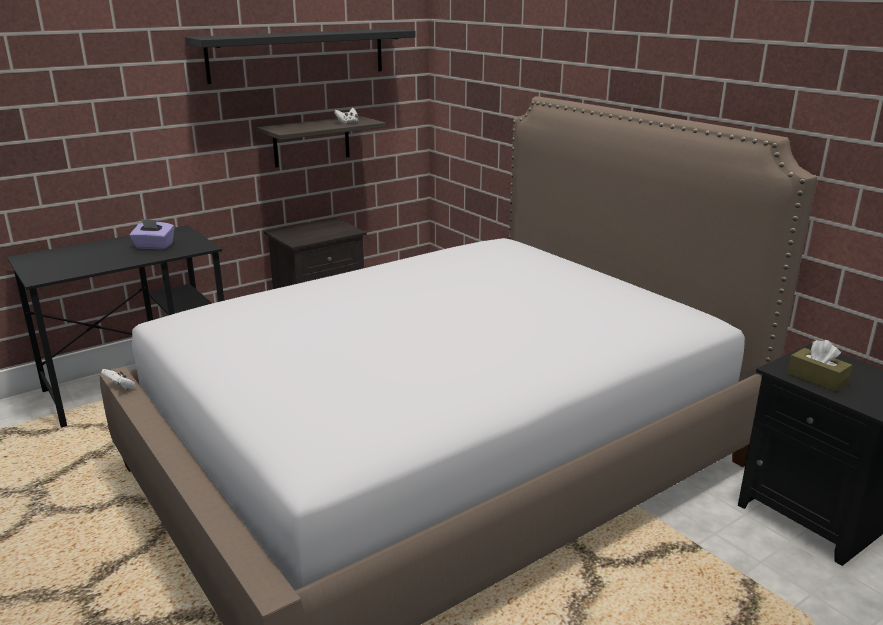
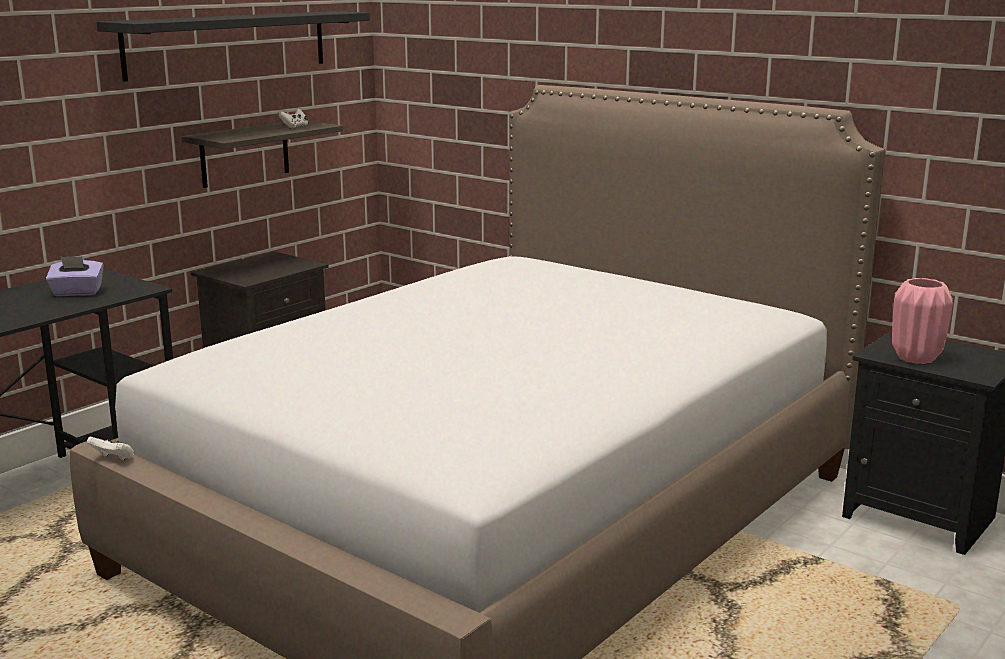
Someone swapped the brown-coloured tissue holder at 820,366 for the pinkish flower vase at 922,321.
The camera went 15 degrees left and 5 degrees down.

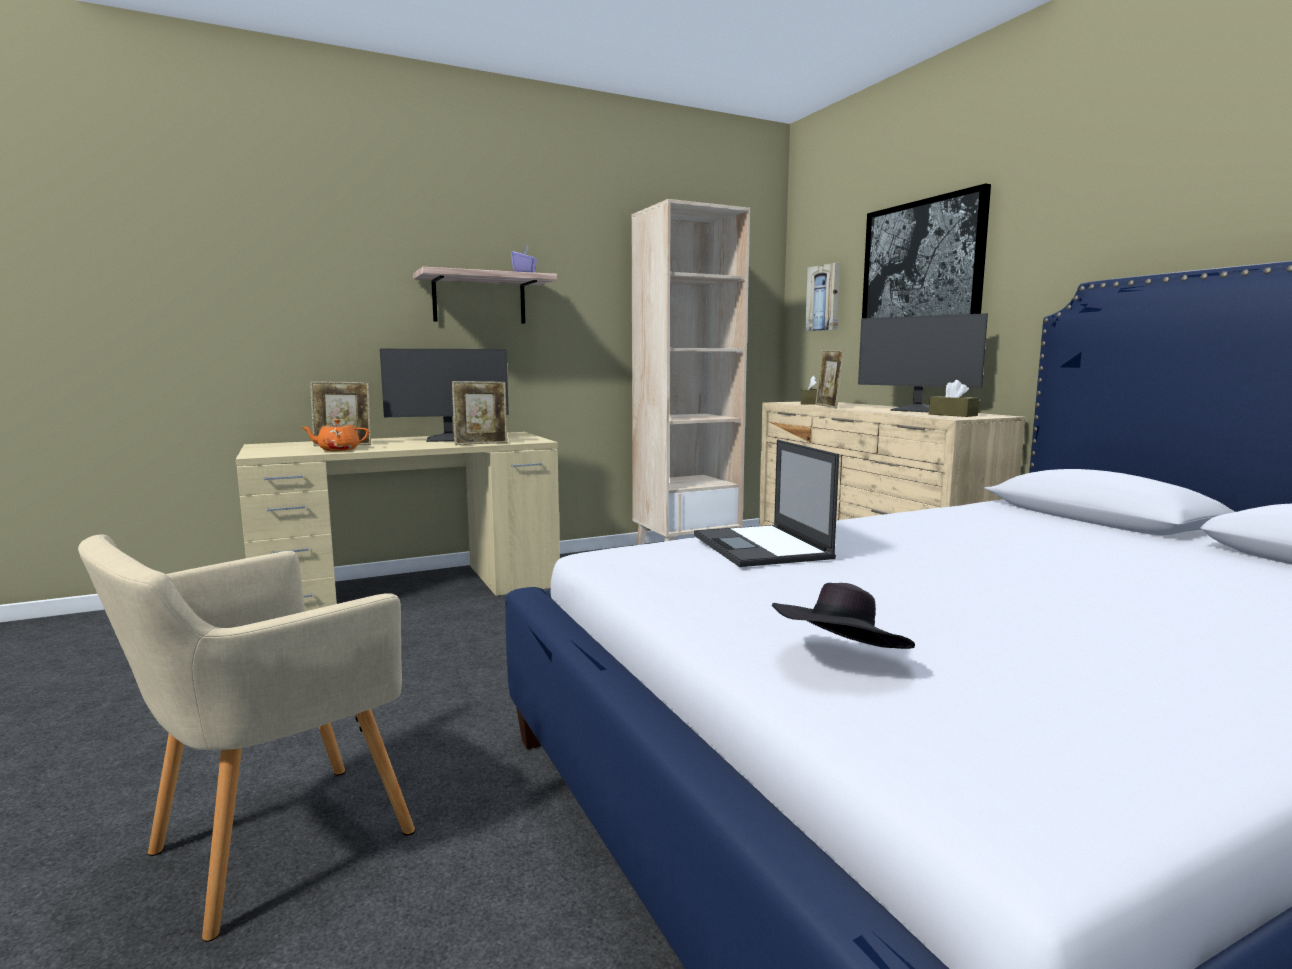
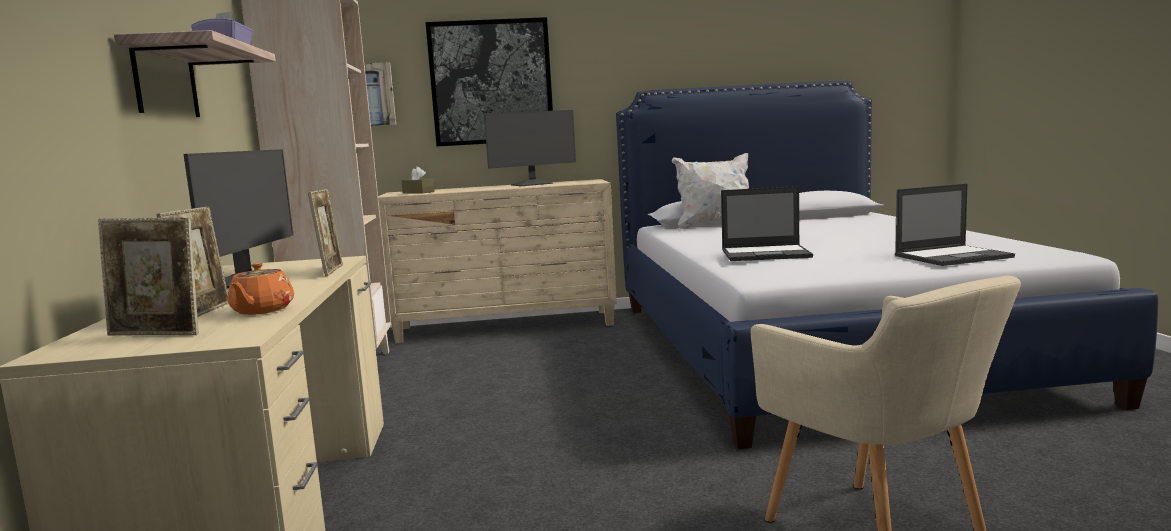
Someone carried the picture frame from 830,379 to 148,276.
Someone took away the brown-coloured tissue holder at 954,398.
Someone swapped the black clothing hat at 843,616 for the notebook computer at 955,225.
Someone put down the white cushion at 710,191.
The camera went 70 degrees left and 0 degrees up.

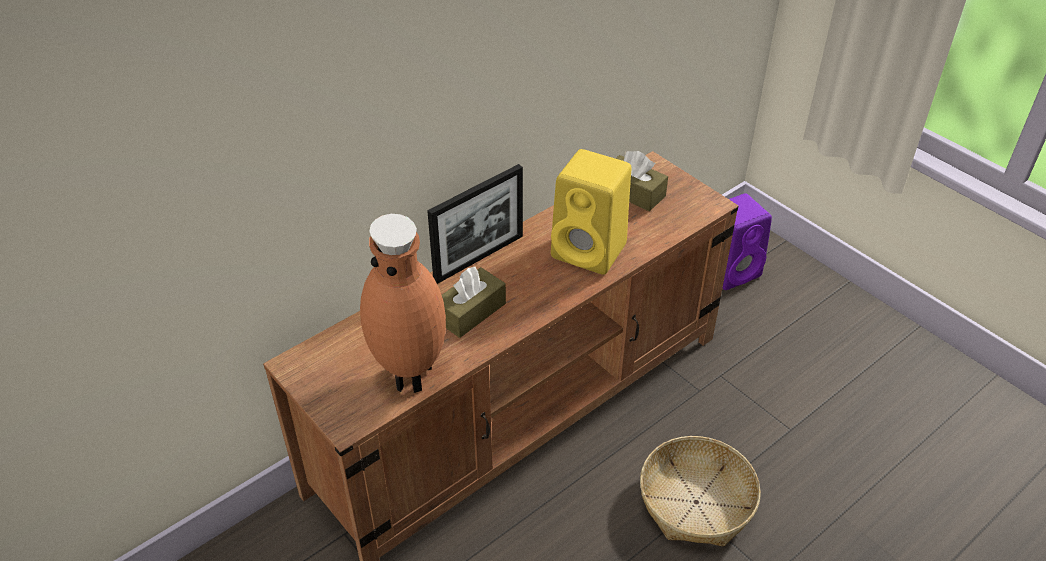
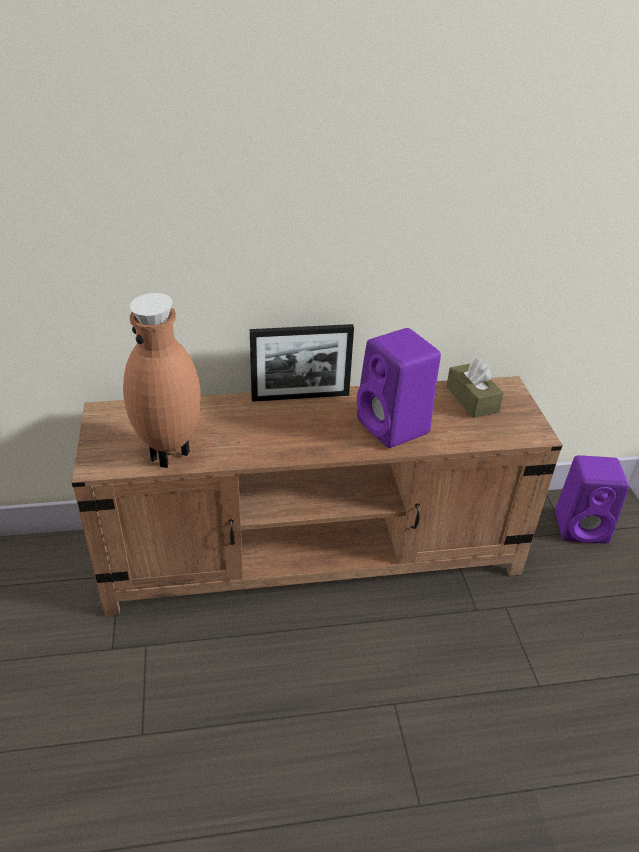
Someone repainted the yellow loudspeaker at 591,212, which became the purple loudspeaker at 399,388.
Someone took away the brown-coloured tissue holder at 474,302.
Someone took away the basket at 700,491.
The camera went 30 degrees right and 5 degrees down.

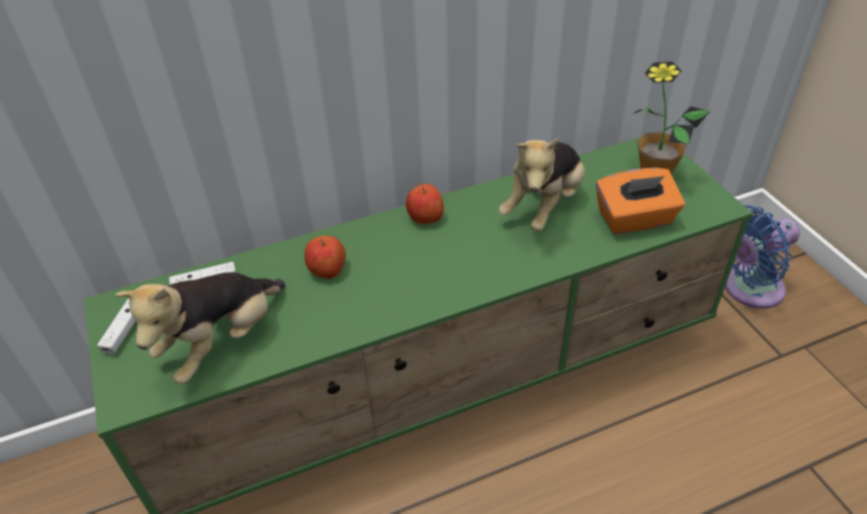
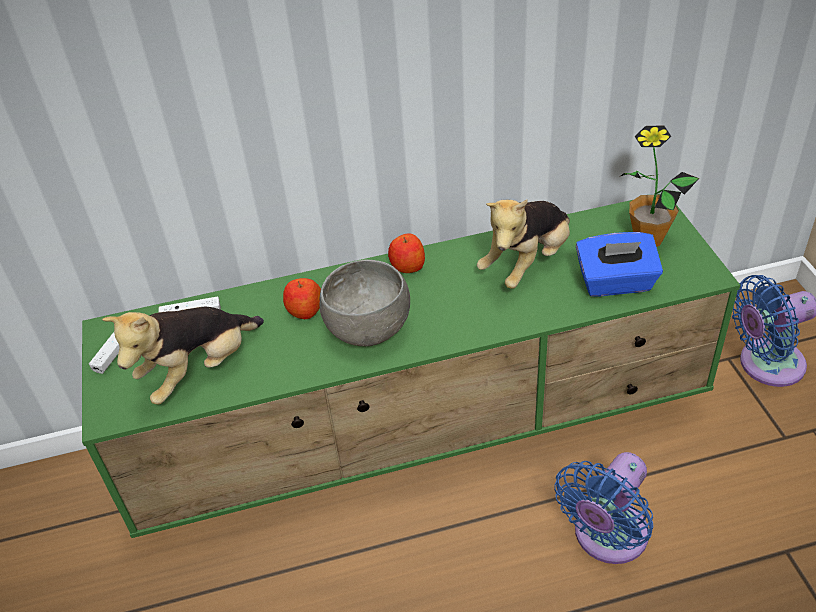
Someone repainted the orange-coloured tissue holder at 640,201, which became the blue-coloured tissue holder at 619,264.
Someone put down the greyish bowl at 364,303.
Someone put down the blue-coloured cooling fan at 603,508.
The camera went 10 degrees right and 0 degrees up.

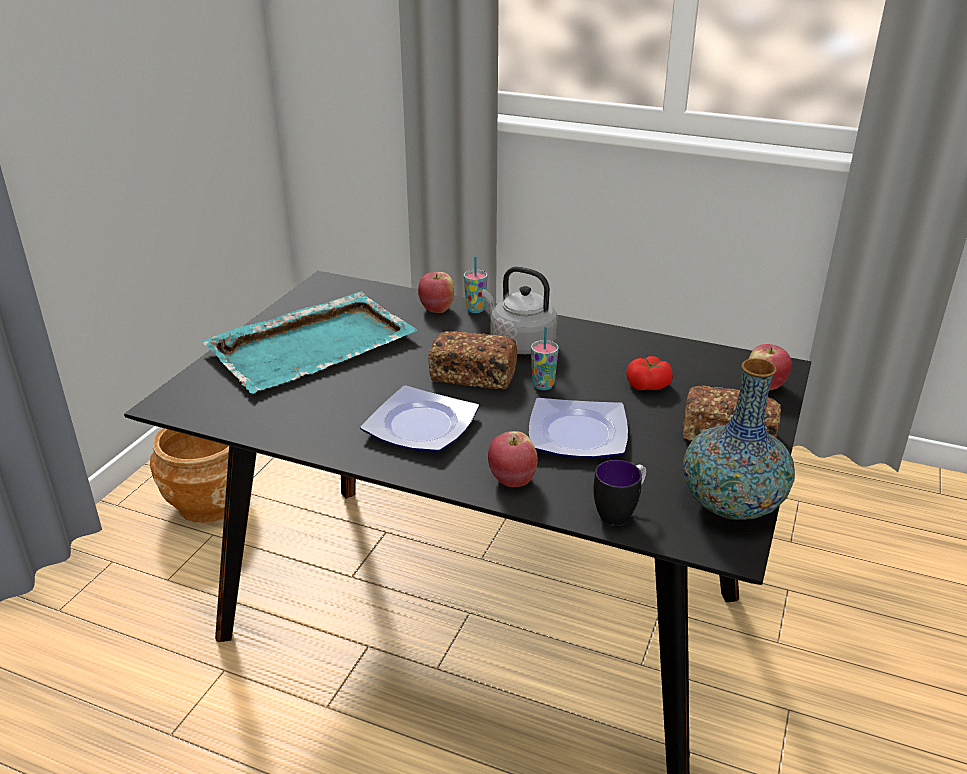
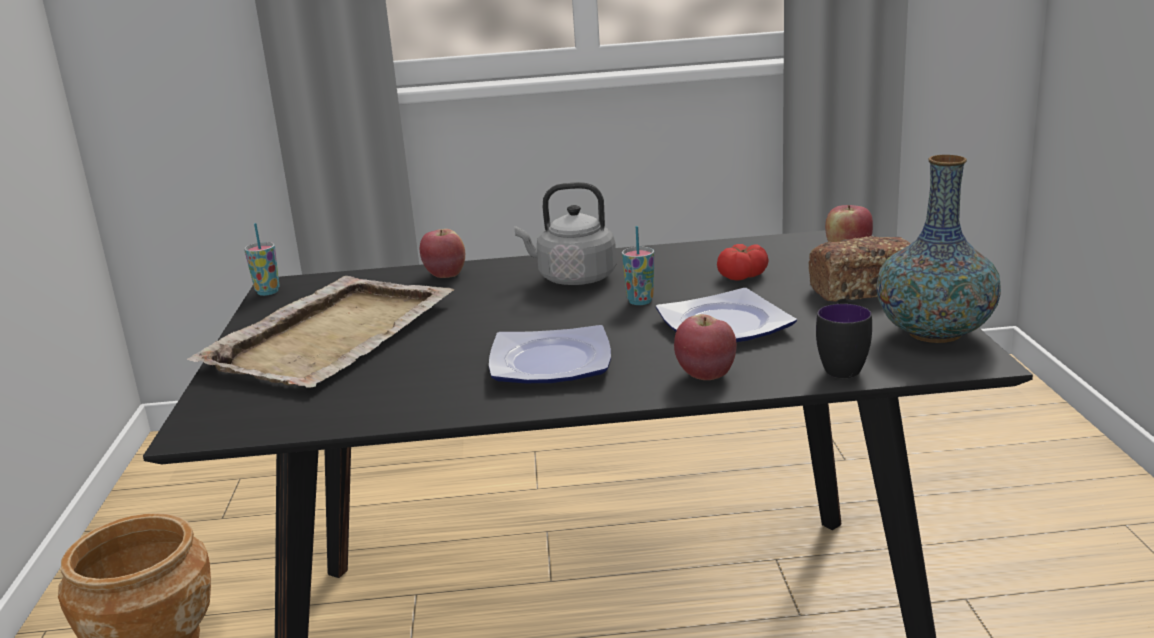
Someone carried the cup from 476,284 to 262,259.
Someone repainted the turquoise-coloured serving tray at 310,342, which became the beige-coloured serving tray at 321,332.
Someone took away the bread at 472,360.
The camera went 25 degrees left and 10 degrees down.

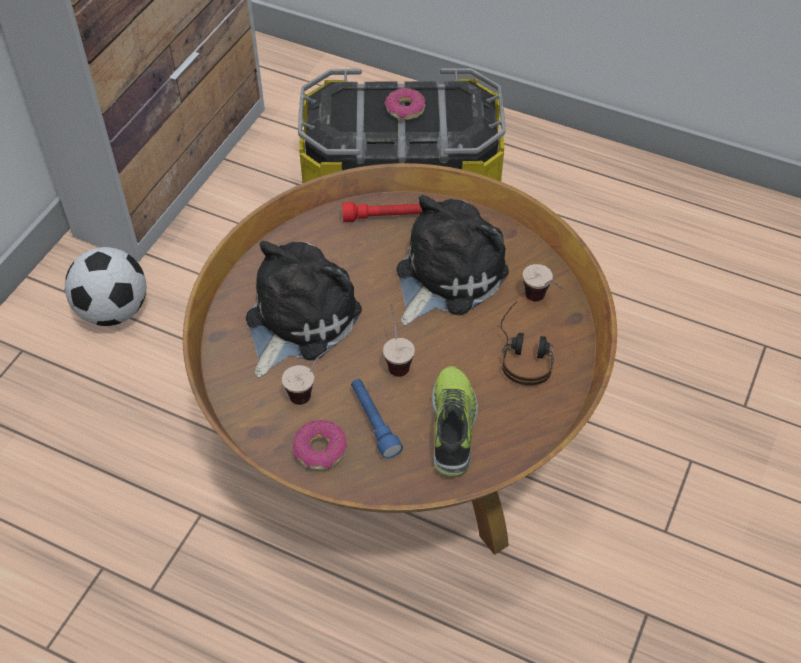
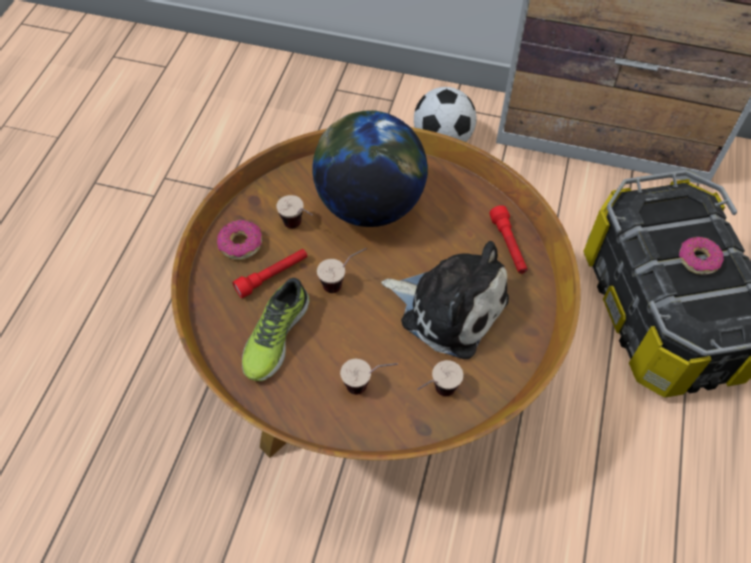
Someone swapped the soft toy at 304,309 for the world globe at 370,168.
Someone swapped the pair of headphones at 527,343 for the cup at 369,377.
Someone rotated the low shoe at 455,421 by 120 degrees clockwise.
Someone repainted the blue-coloured torch at 377,419, which became the red torch at 270,273.
The camera went 80 degrees right and 5 degrees up.

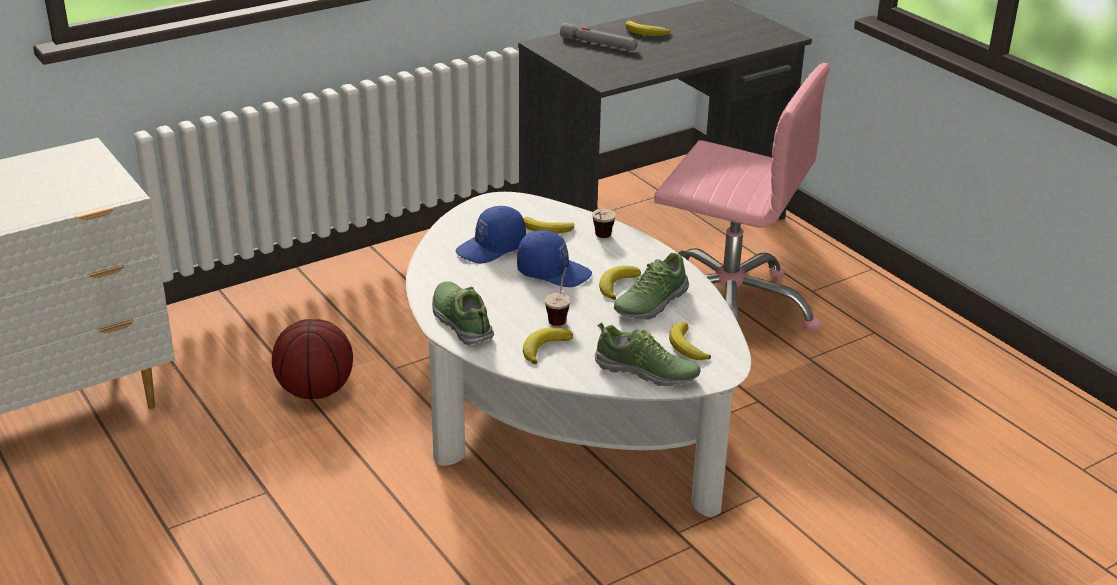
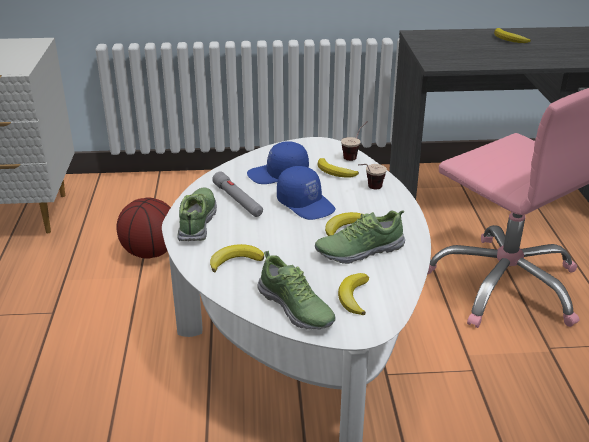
Someone carried the greyish torch from 599,37 to 237,194.
Someone carried the cup from 558,296 to 354,141.
The camera went 30 degrees right and 0 degrees up.

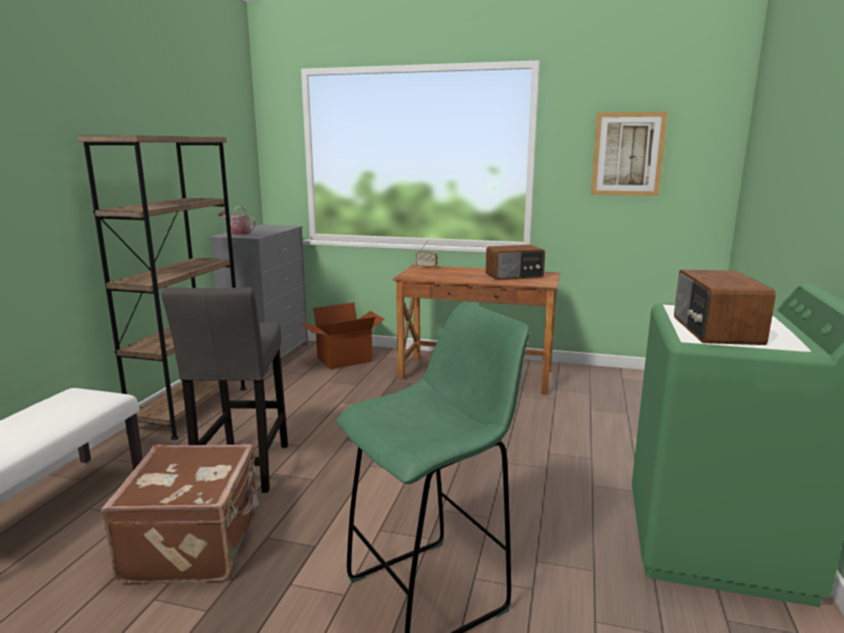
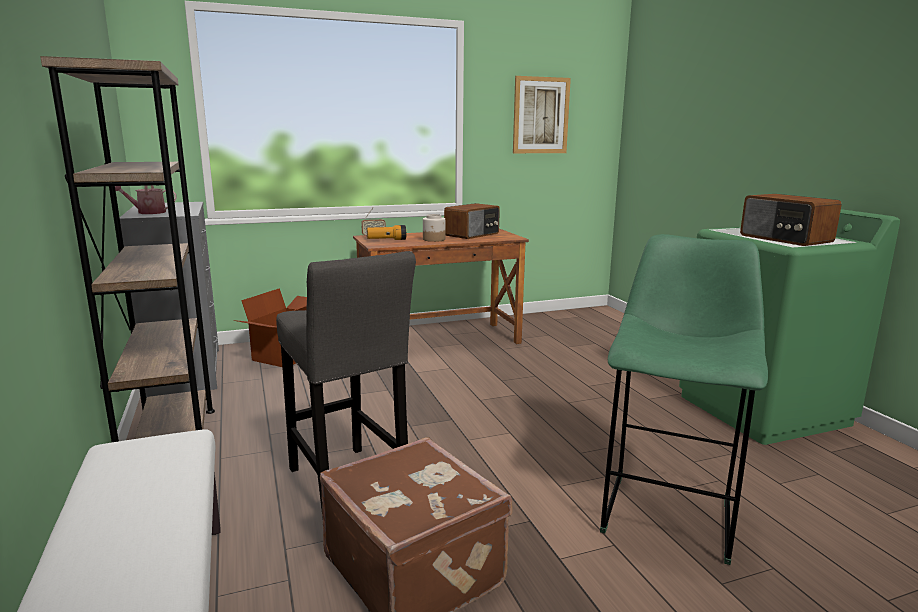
Someone put down the jar at 434,228.
Someone put down the torch at 386,232.
The camera went 35 degrees left and 0 degrees up.

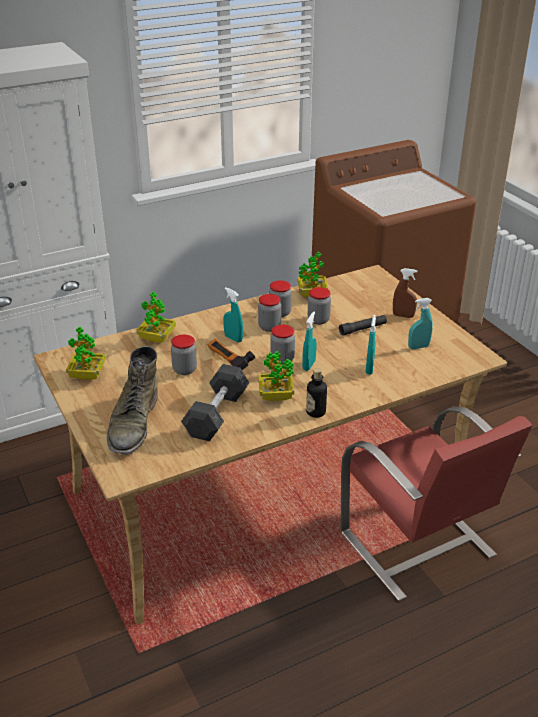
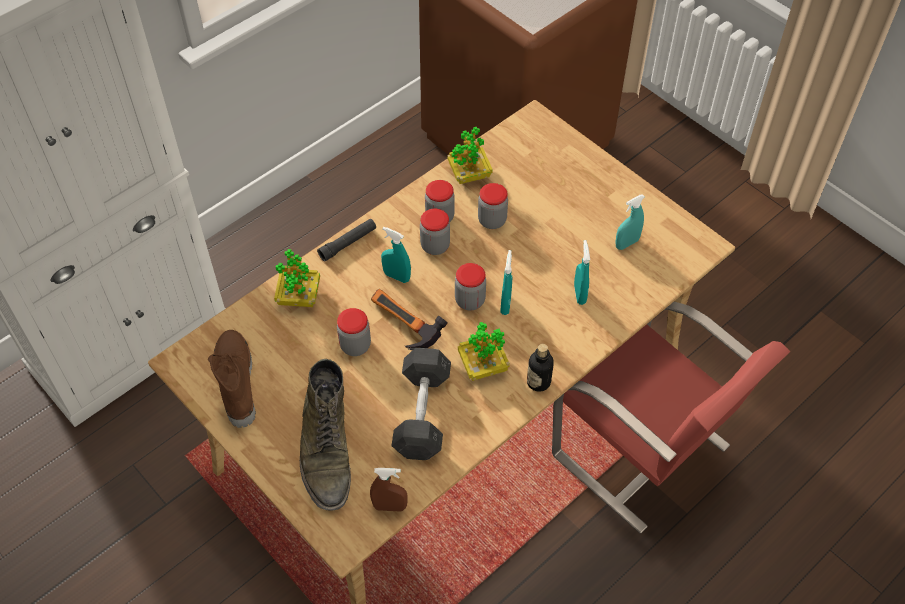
Someone carried the brown-coloured sprayer from 405,293 to 389,489.
Someone carried the black torch from 363,325 to 346,240.
Someone swapped the plant in a pot at 86,353 for the brown-coloured high-top boot at 232,379.
The camera went 15 degrees left and 20 degrees up.

